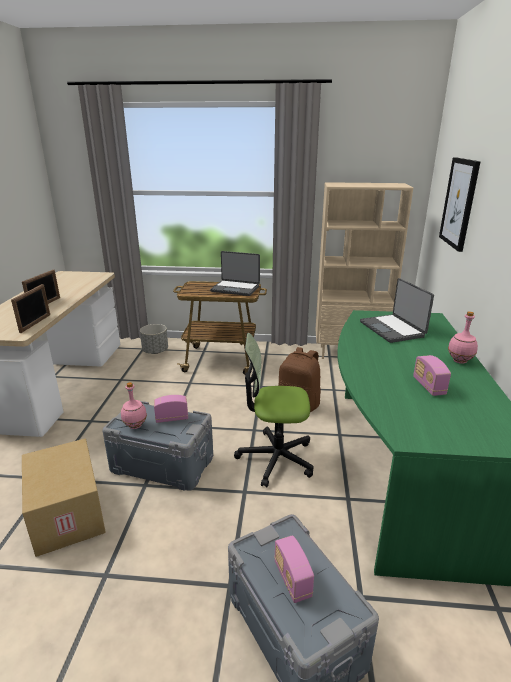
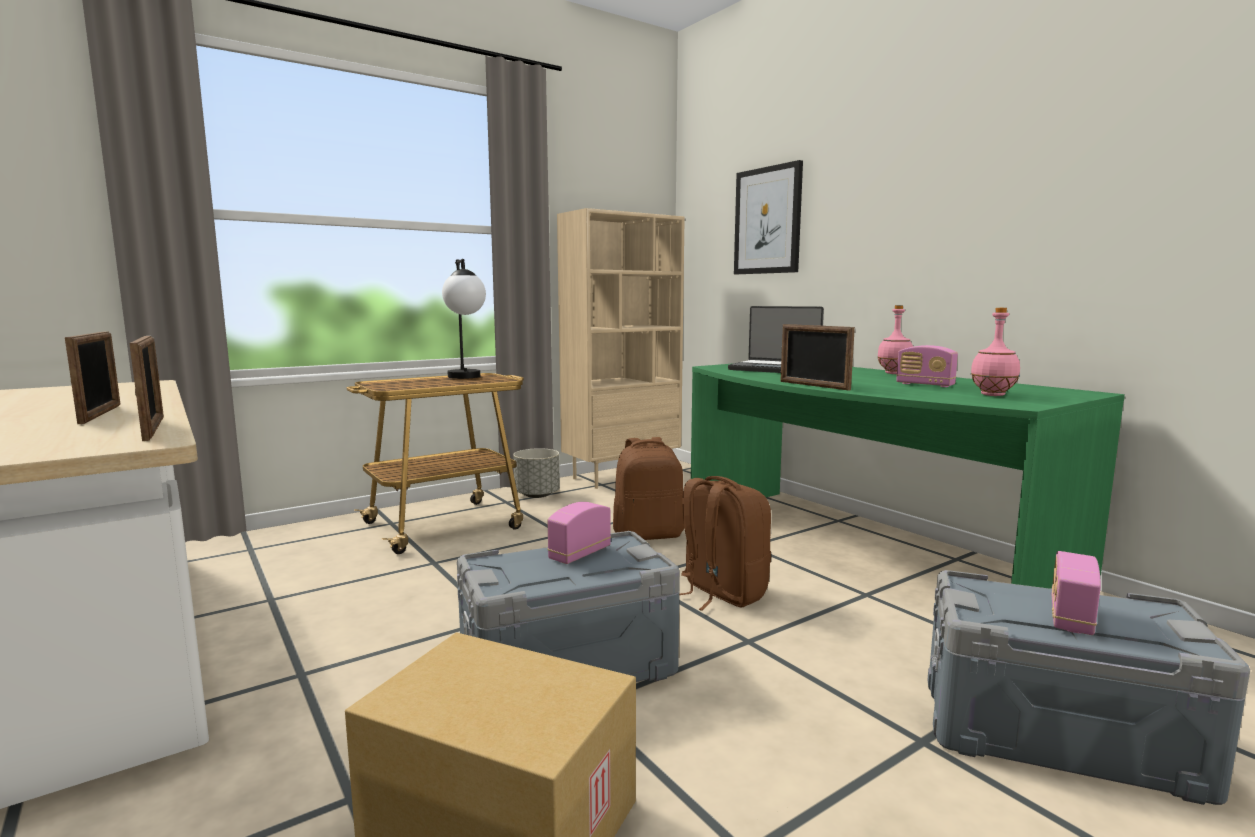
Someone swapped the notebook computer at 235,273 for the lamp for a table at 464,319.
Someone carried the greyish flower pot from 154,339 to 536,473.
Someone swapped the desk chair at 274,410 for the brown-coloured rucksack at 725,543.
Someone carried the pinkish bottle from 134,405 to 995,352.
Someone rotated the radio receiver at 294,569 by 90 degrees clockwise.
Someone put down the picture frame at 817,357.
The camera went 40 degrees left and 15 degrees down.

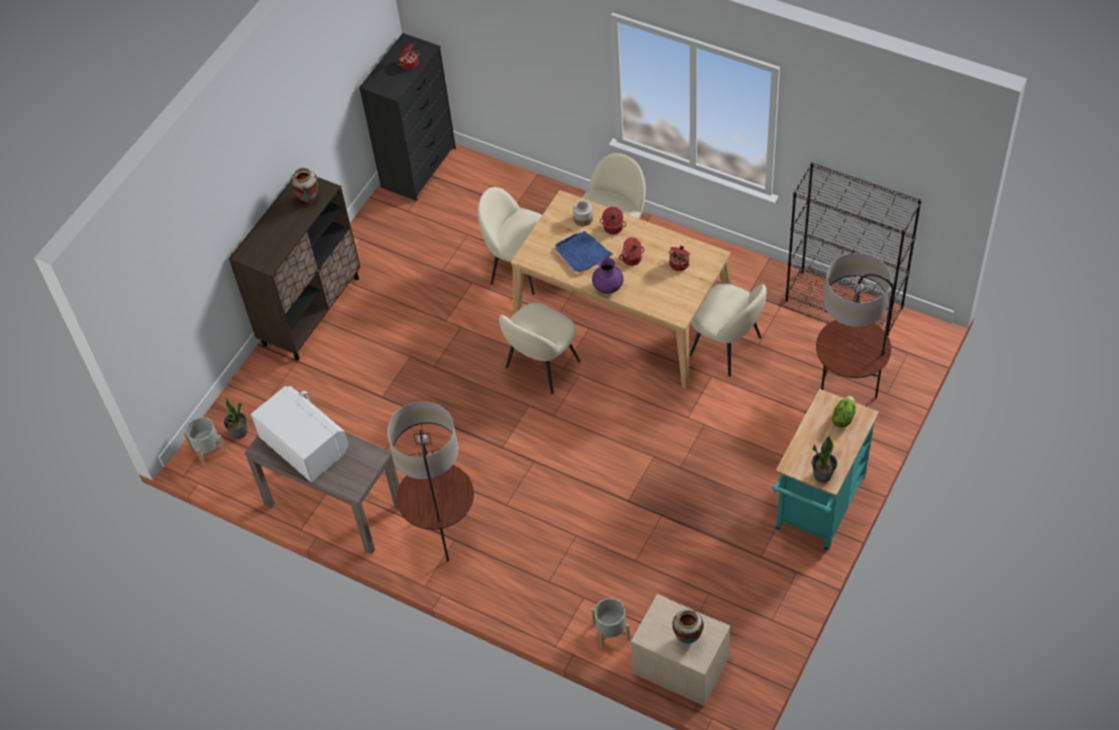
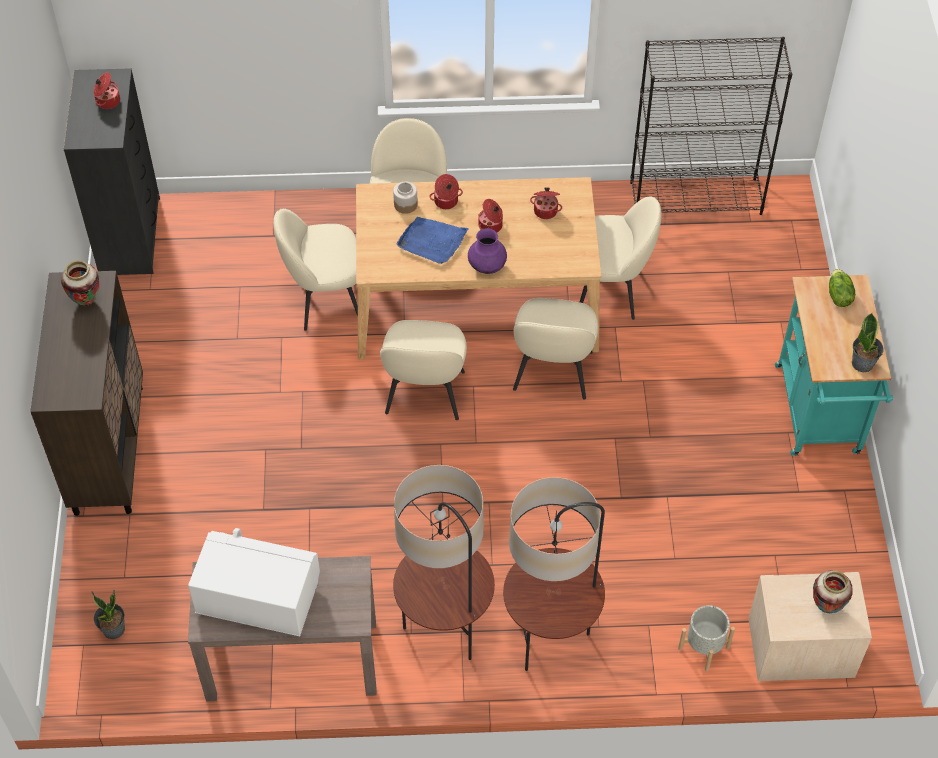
Someone carried the standing lamp from 855,325 to 554,574.
Someone took away the greyish flower pot at 205,442.
Someone put down the beige-coloured plain chair at 555,348.
The camera went 35 degrees left and 0 degrees up.

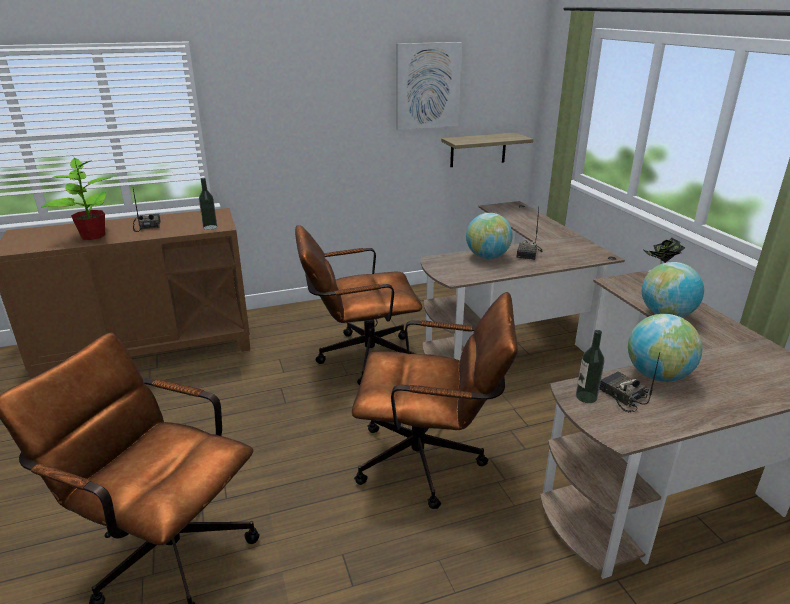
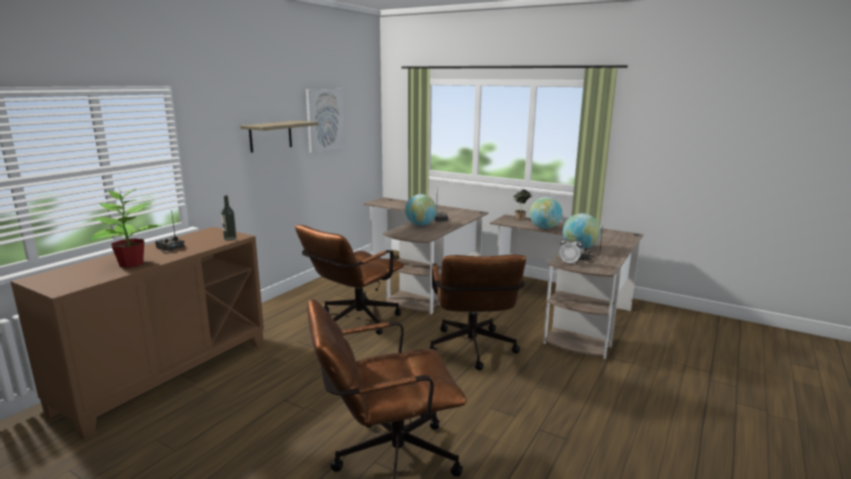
Someone carried the wall shelf from 487,150 to 279,137.
Someone rotated the brown-coloured desk chair at 435,400 by 120 degrees clockwise.
Someone swapped the bottle at 590,366 for the alarm clock at 571,250.
The camera went 40 degrees left and 10 degrees down.

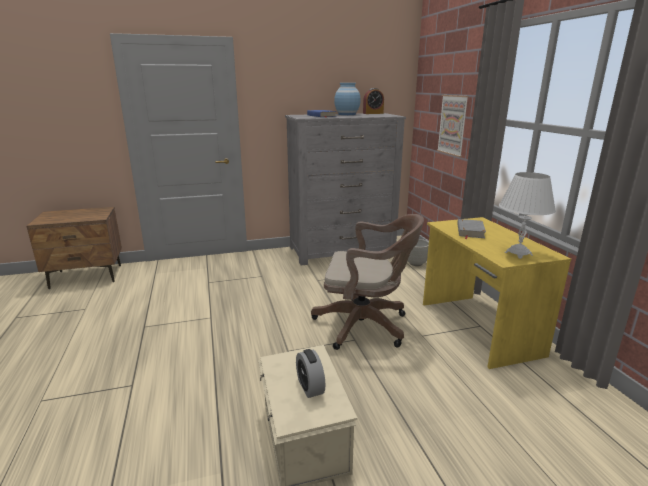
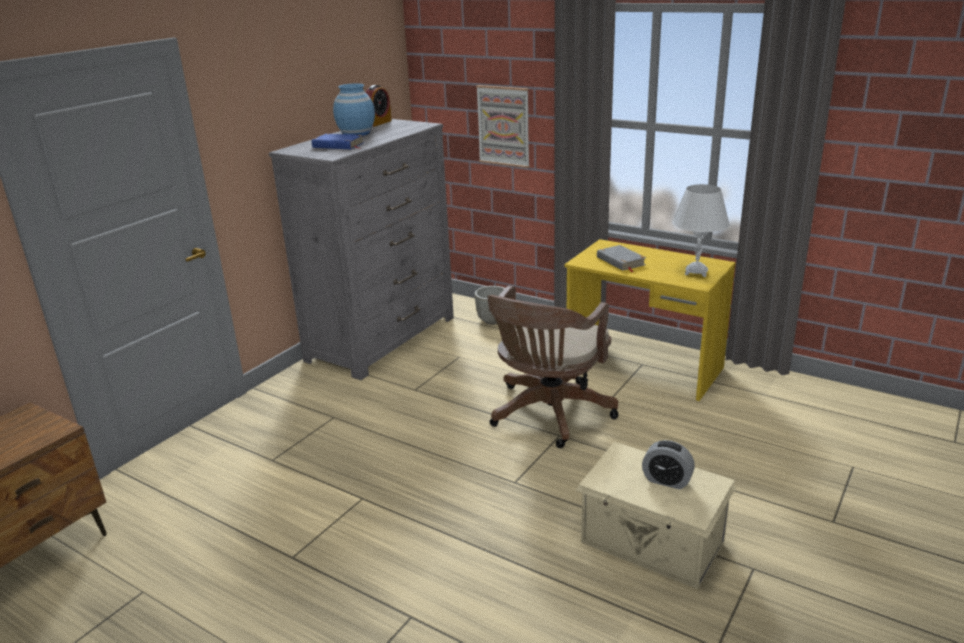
Someone rotated the brown-coloured desk chair at 367,282 by 150 degrees clockwise.
The camera went 40 degrees left and 5 degrees up.

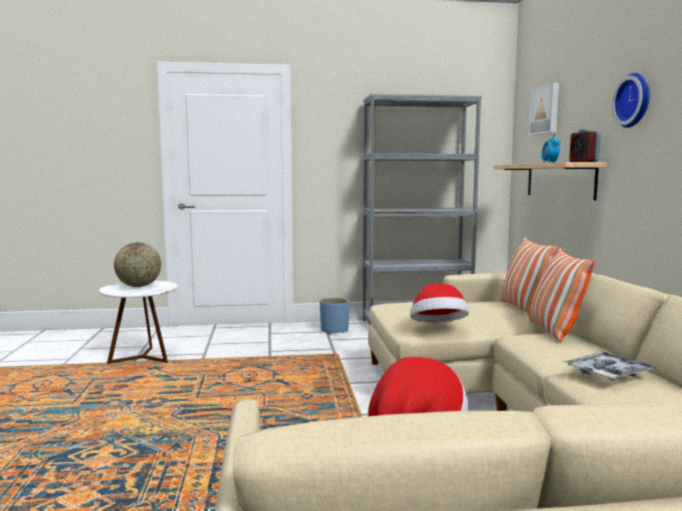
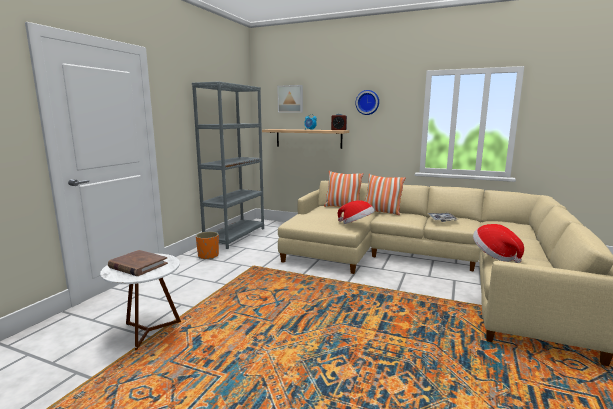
Someone swapped the world globe at 137,264 for the brown-coloured book at 138,263.
Someone repainted the blue-coloured flower pot at 335,315, which became the orange-coloured flower pot at 207,245.
The camera went 60 degrees left and 5 degrees up.

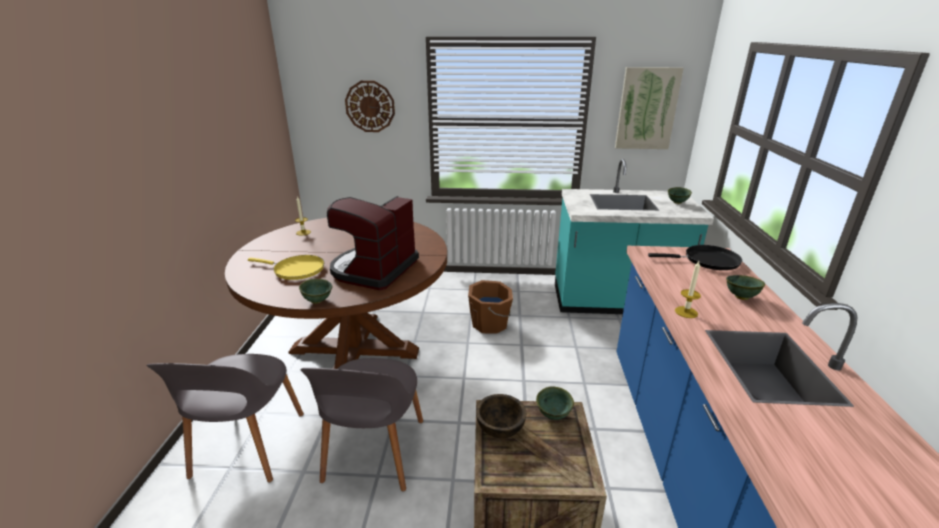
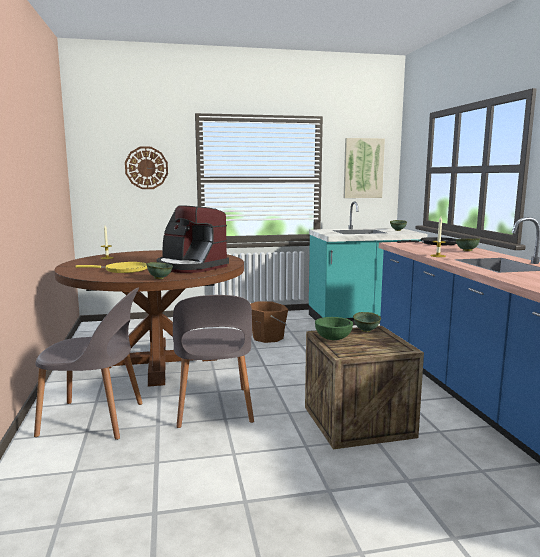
Someone rotated the coffee maker at 373,243 by 60 degrees counterclockwise.
Someone rotated the greyish plain chair at 225,418 by 75 degrees counterclockwise.
Someone repainted the brown-coloured bowl at 501,416, which became the green-coloured bowl at 334,328.
The camera went 15 degrees left and 15 degrees down.

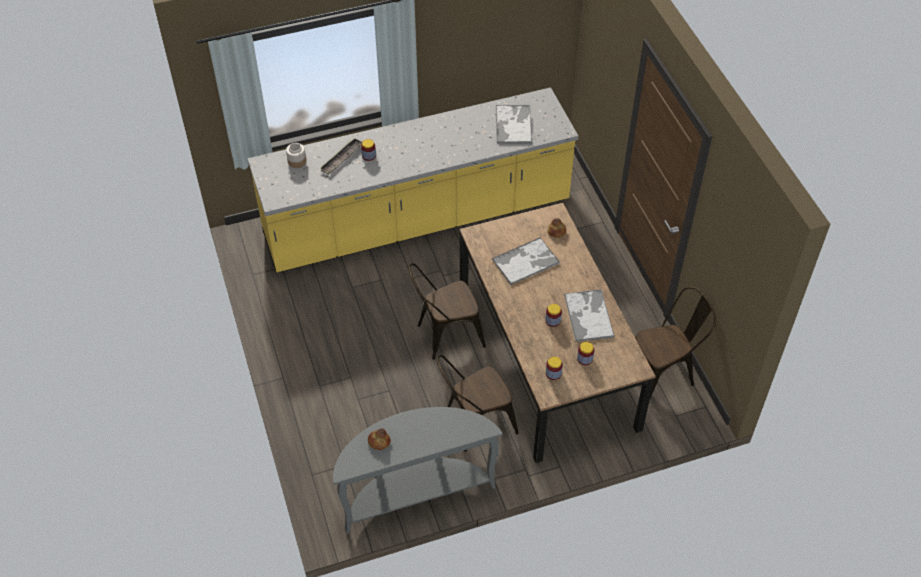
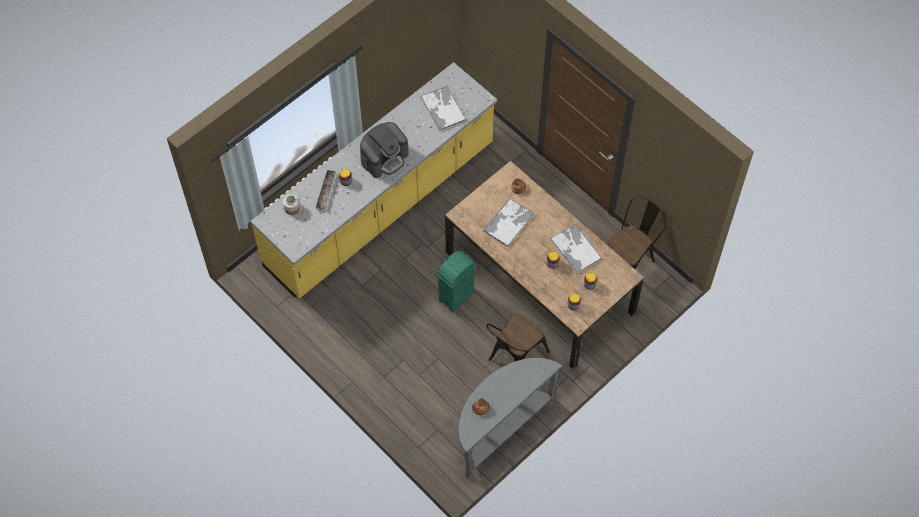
Someone swapped the brown-coloured plain chair at 447,311 for the green-coloured rubbish bin at 456,281.
Someone put down the coffee maker at 384,150.
The camera went 25 degrees left and 10 degrees up.

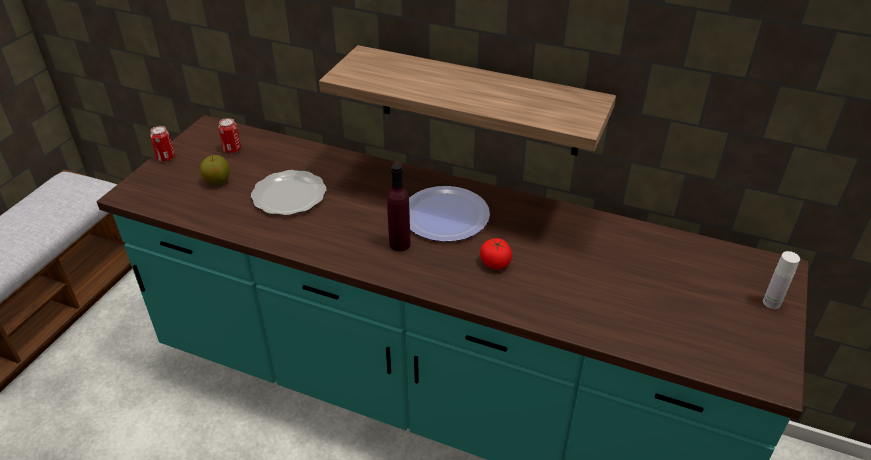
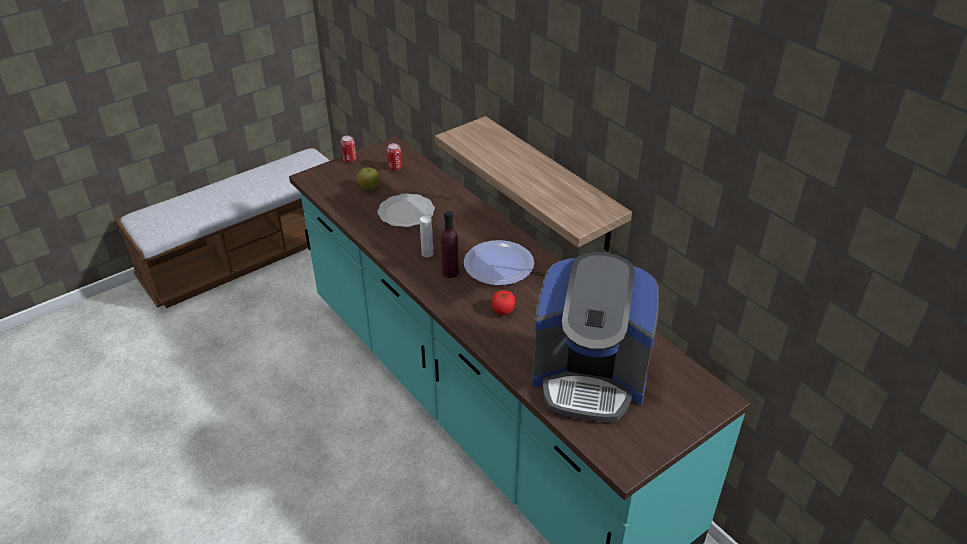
Someone carried the white bottle from 781,280 to 426,236.
Someone put down the coffee maker at 595,337.
The camera went 30 degrees right and 0 degrees up.

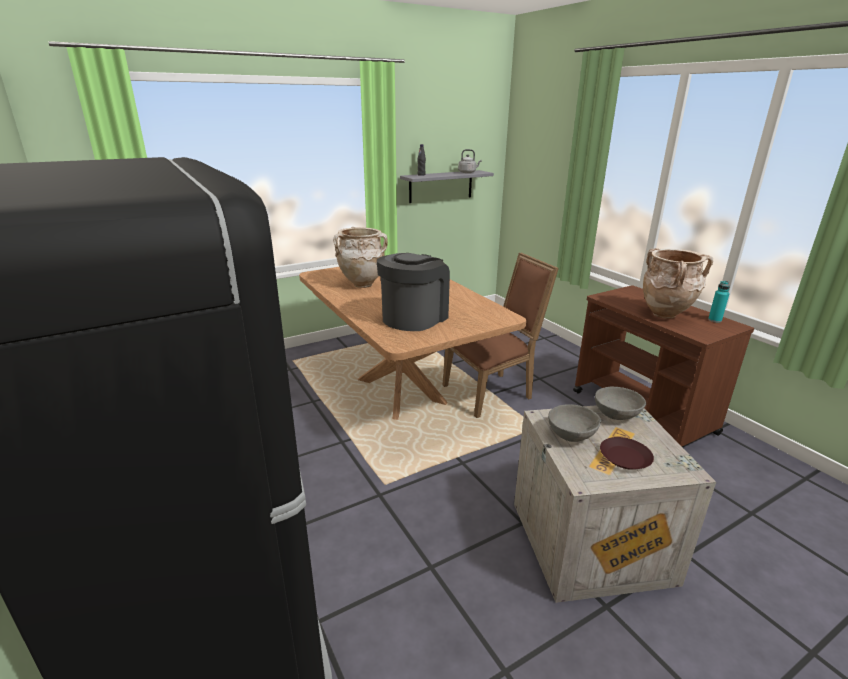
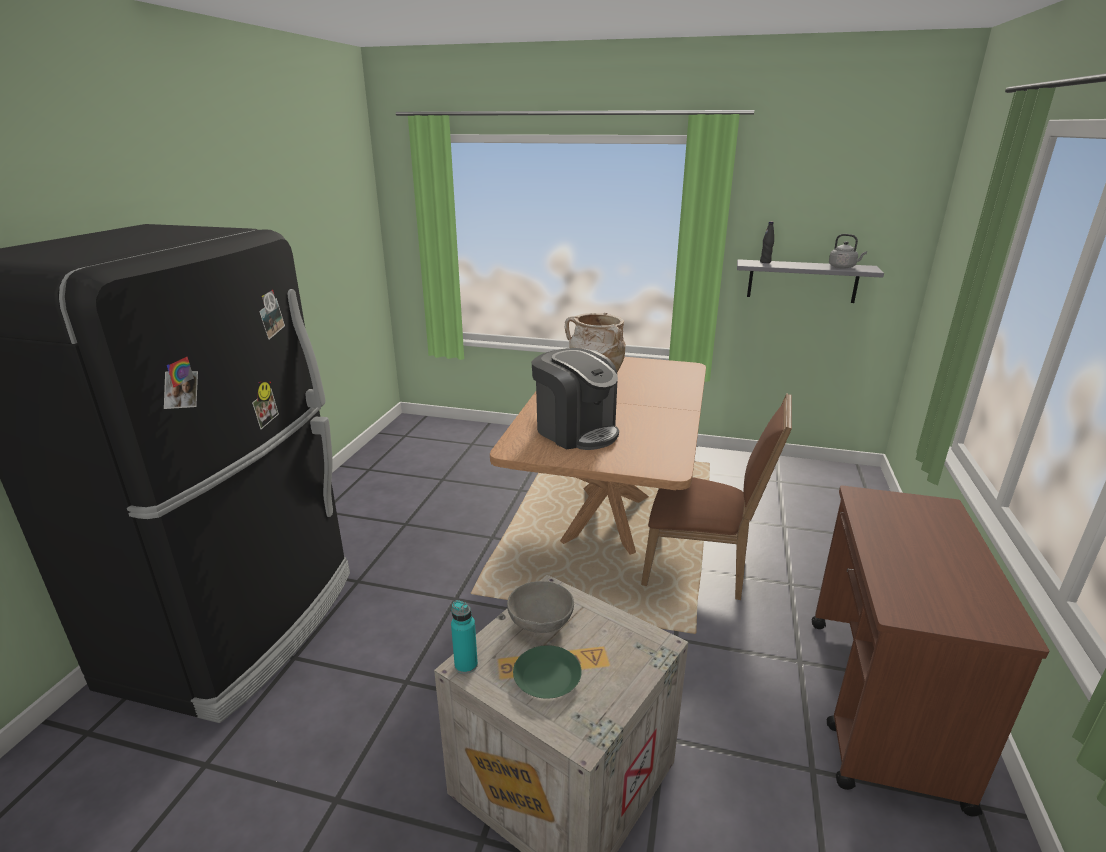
Someone took away the beige-coloured flower vase at 678,283.
Someone rotated the coffee maker at 413,292 by 60 degrees clockwise.
Someone carried the turquoise-coloured bottle from 719,302 to 464,637.
Someone took away the greyish bowl at 620,403.
Someone repainted the brown-coloured dinner plate at 627,453, which became the green-coloured dinner plate at 547,672.
The camera went 45 degrees right and 0 degrees up.

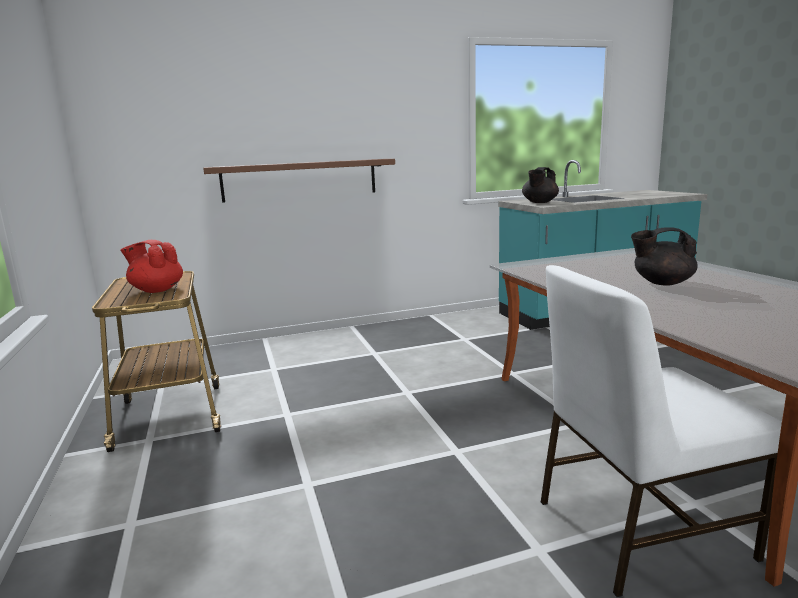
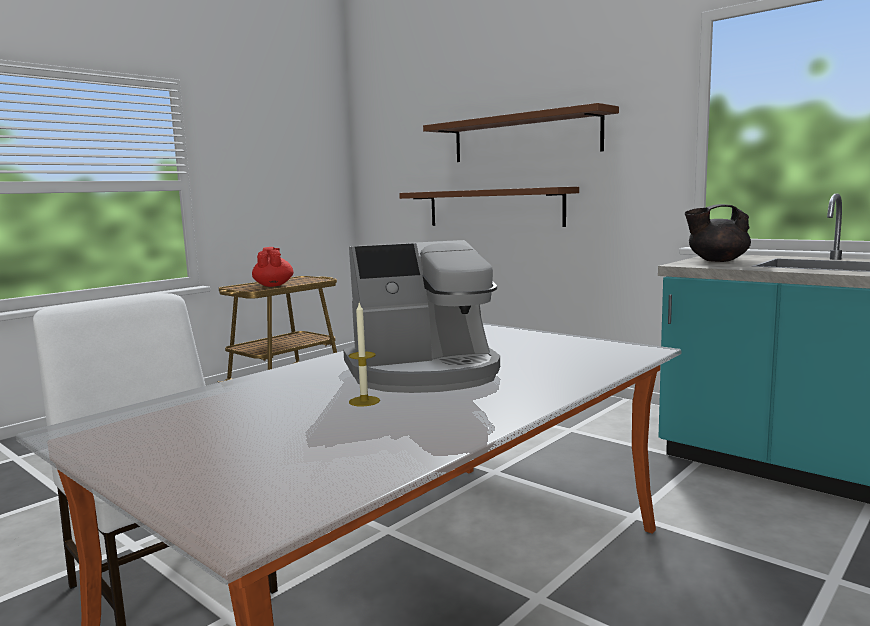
Someone swapped the black pot for tea at 664,256 for the coffee maker at 421,316.
Someone put up the brown-coloured wall shelf at 521,132.
Someone put down the candle at 364,354.
The camera went 60 degrees right and 5 degrees down.

